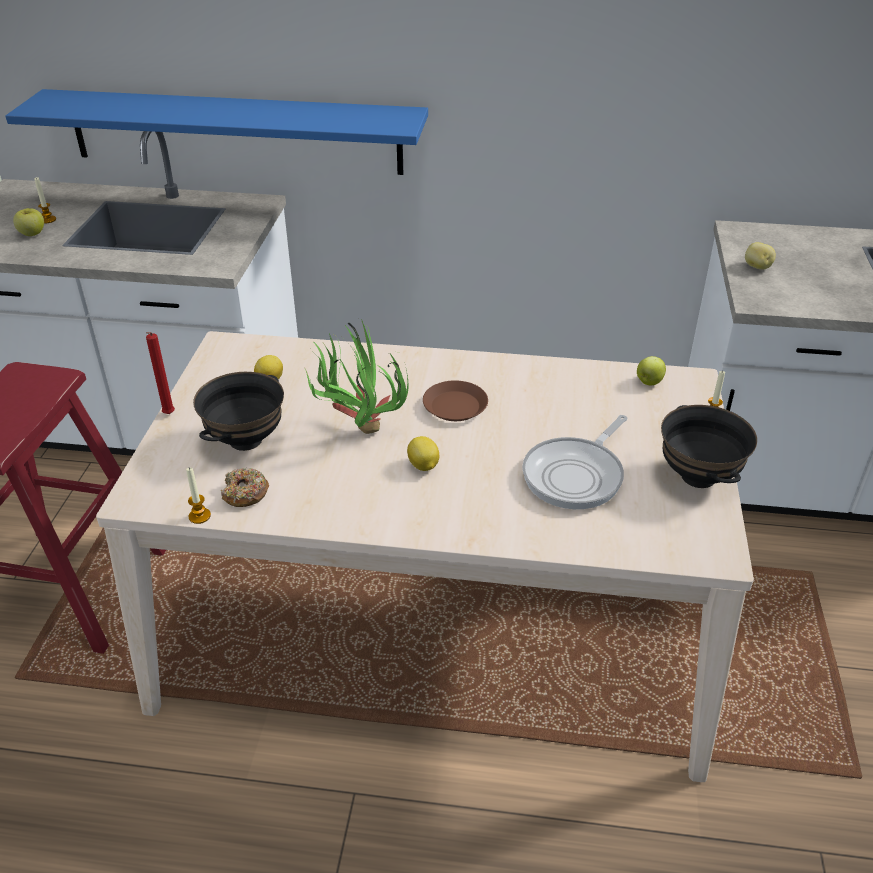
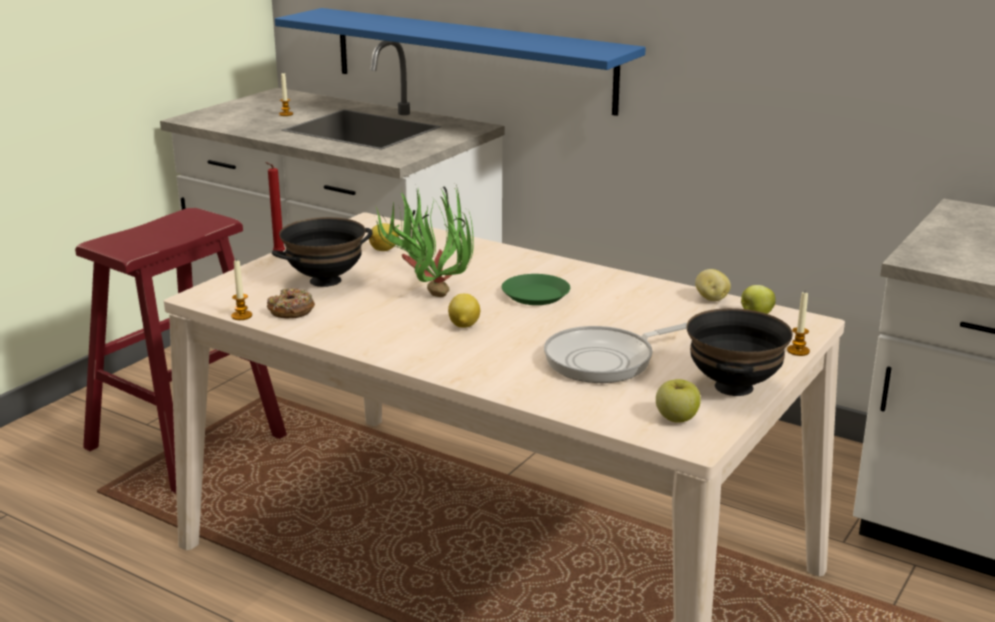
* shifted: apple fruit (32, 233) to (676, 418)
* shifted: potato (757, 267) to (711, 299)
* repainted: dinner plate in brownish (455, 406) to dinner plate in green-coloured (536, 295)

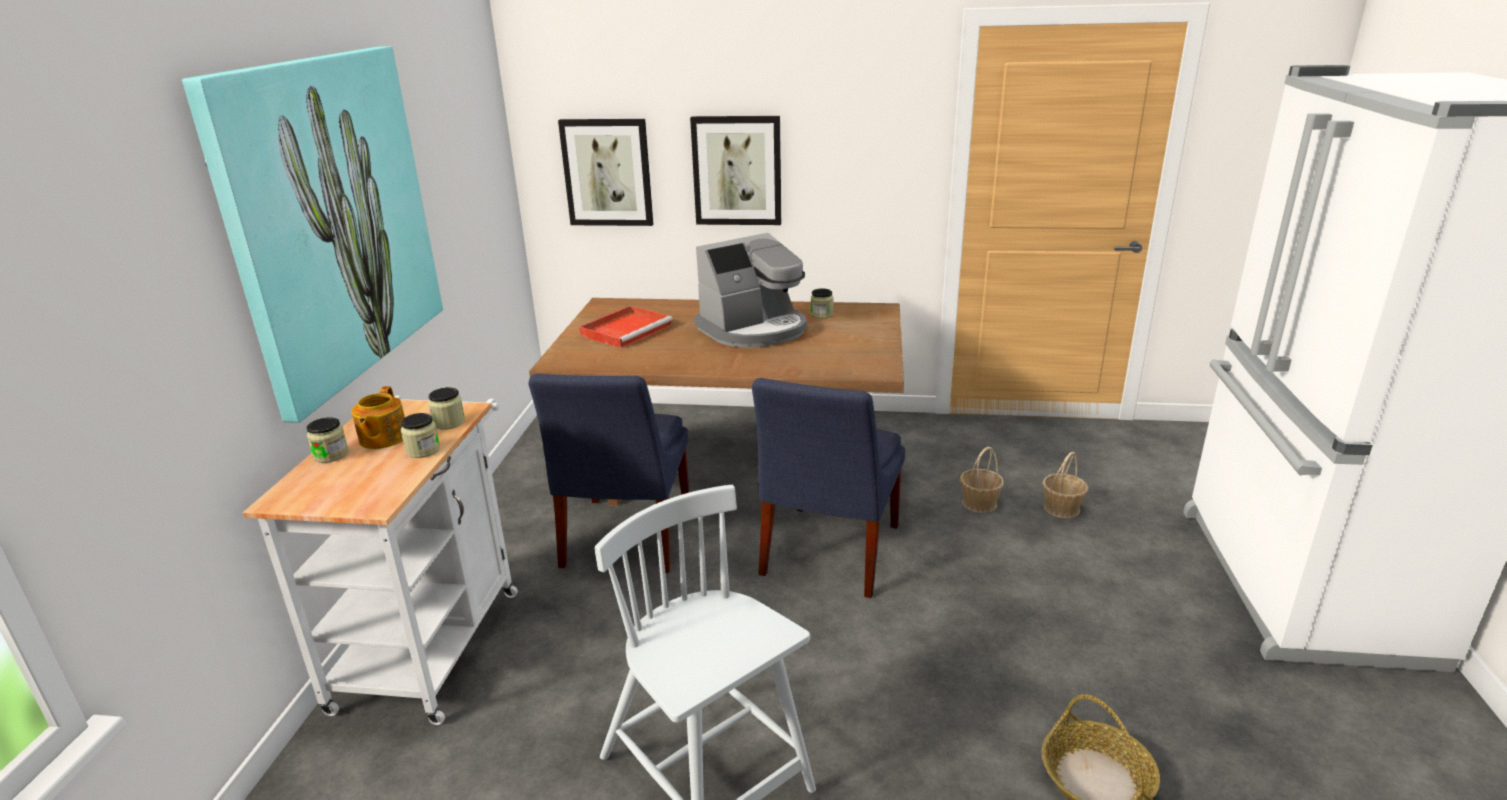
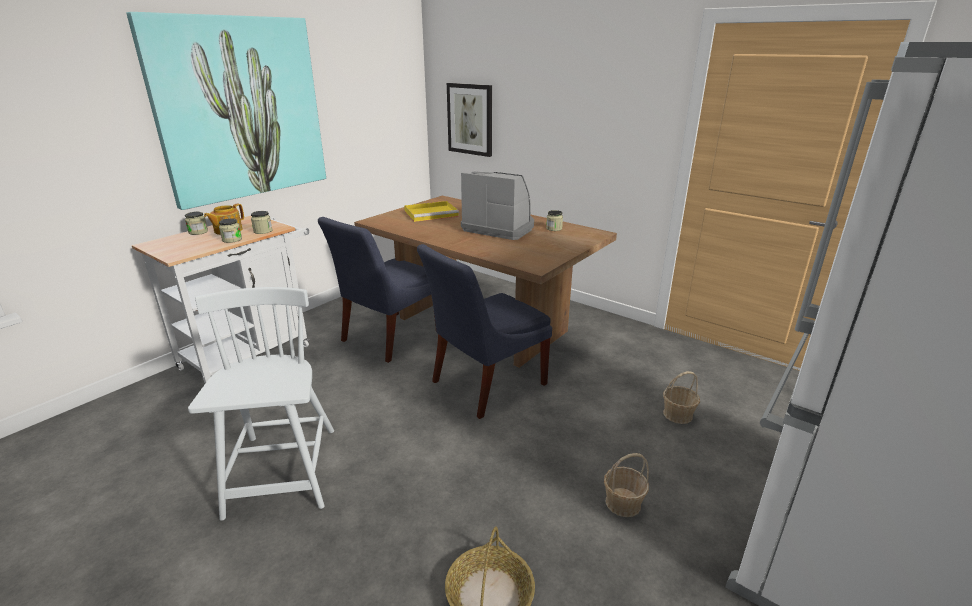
* gone: wall picture (737, 171)
* rotated: coffee machine (754, 330) = (499, 228) 150 degrees counterclockwise
* repainted: tray in red-coloured (627, 330) to tray in yellowish (432, 213)
* shifted: storage basket (979, 503) to (622, 503)

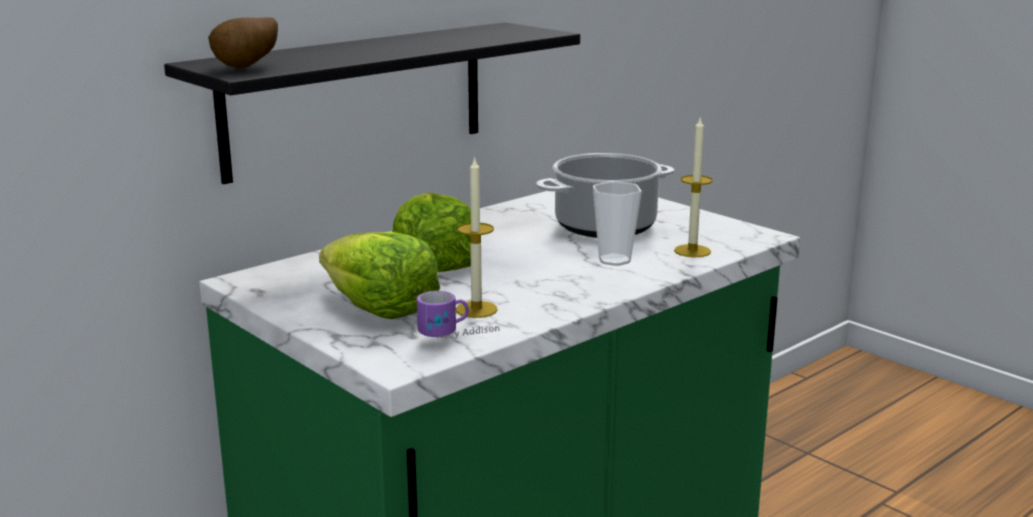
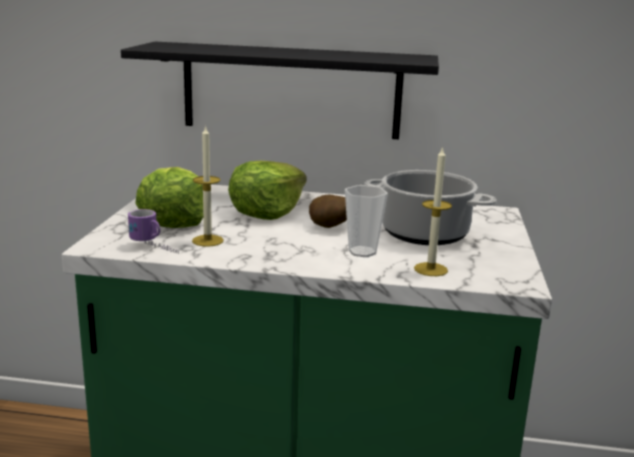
* shifted: potato (247, 68) to (330, 228)

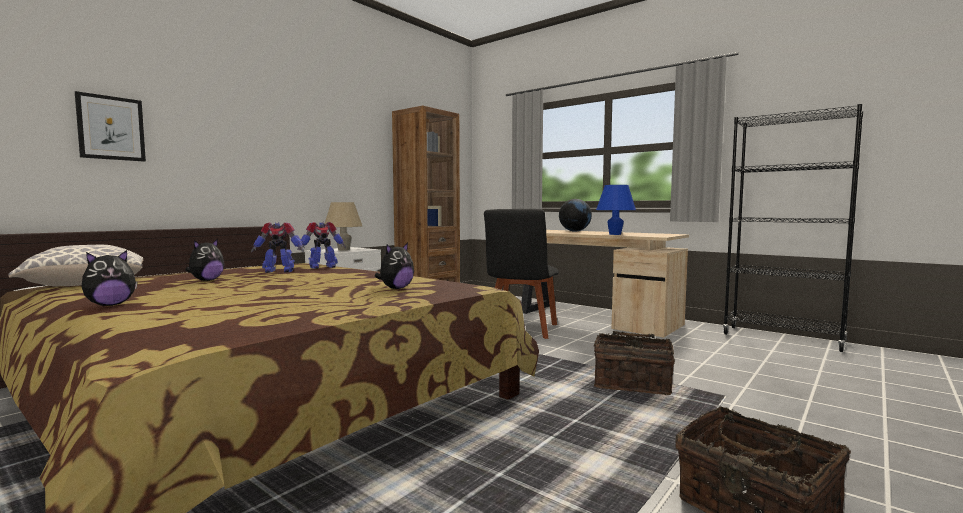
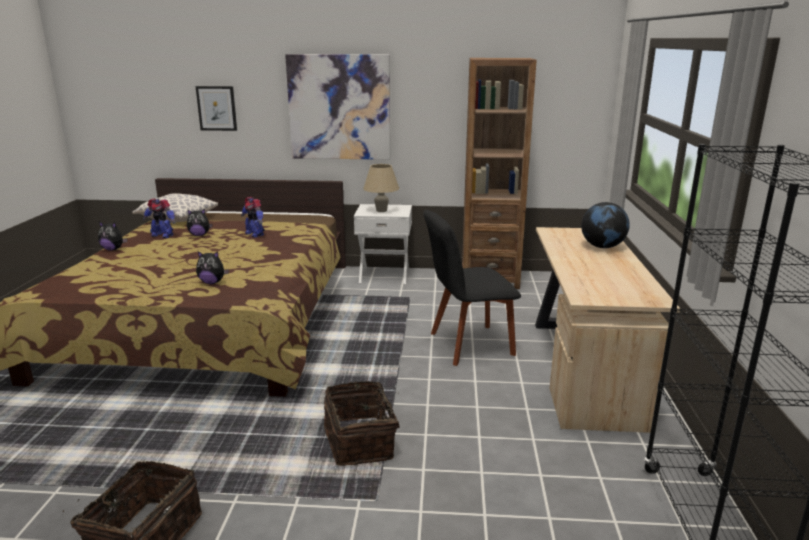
* gone: lamp for a table in bluish (615, 234)
* shifted: model robot (322, 267) to (162, 235)
* new: wall picture (339, 107)

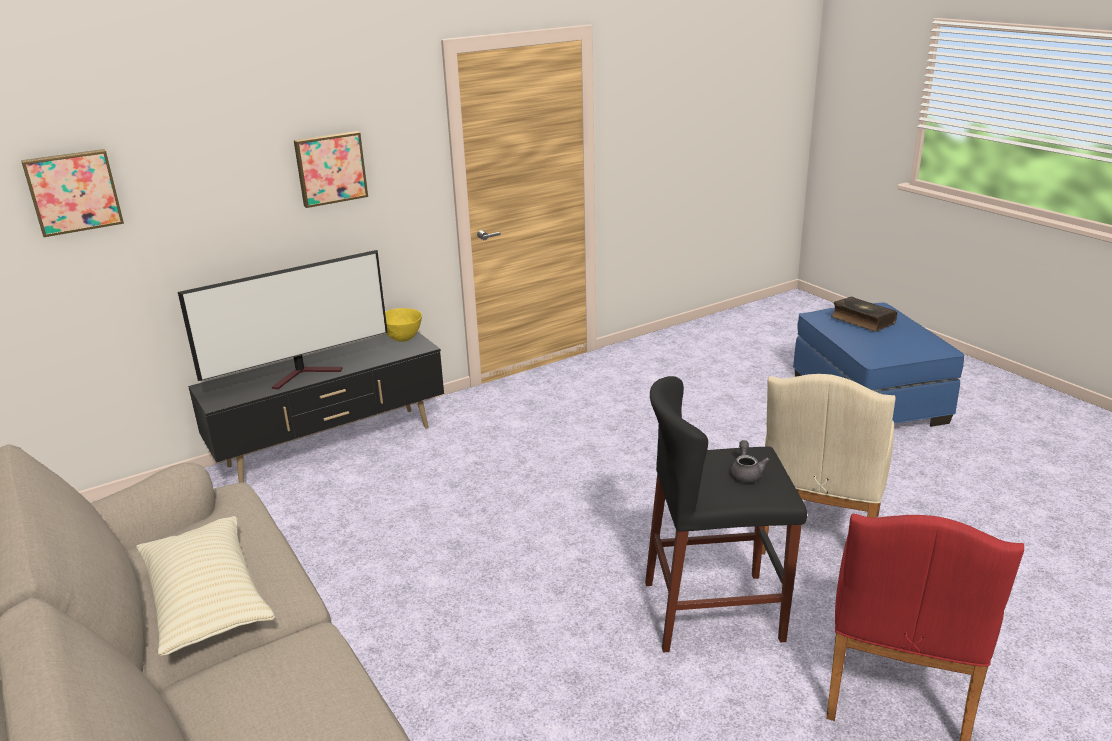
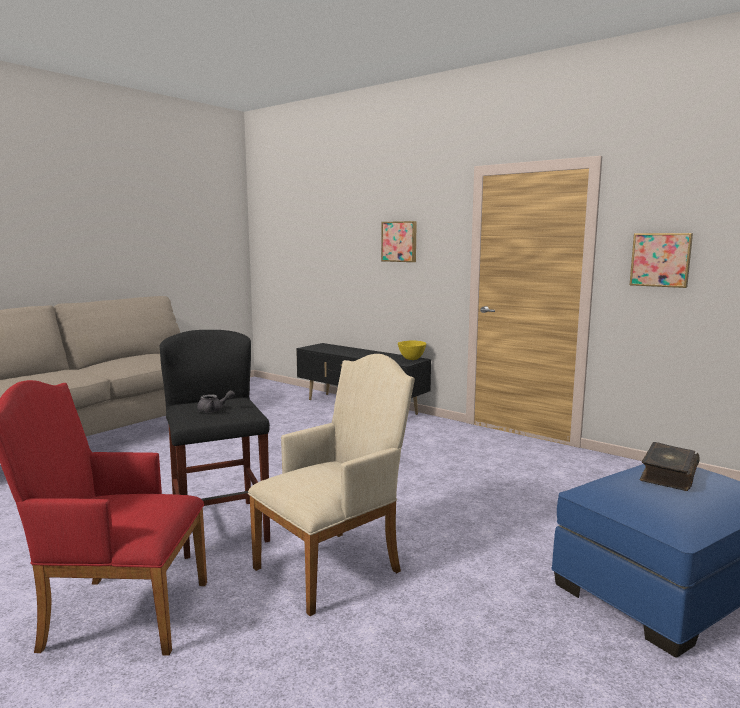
* shifted: wall picture (73, 192) to (661, 259)
* gone: television (306, 374)
* rotated: armchair in sand-coloured (818, 538) = (335, 566) 135 degrees clockwise
* gone: cushion in sand-coloured (207, 601)

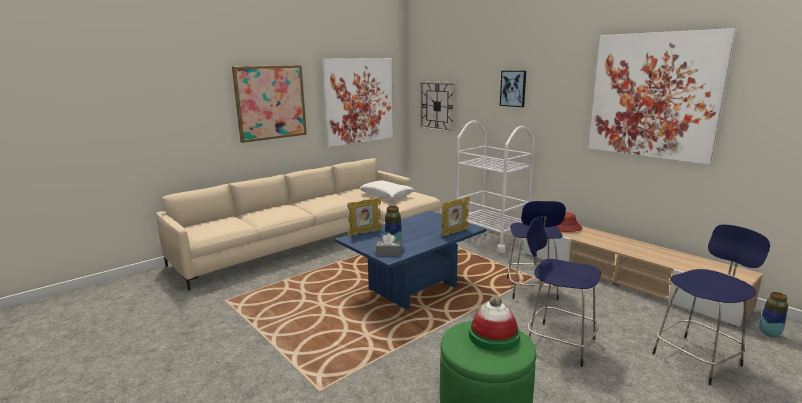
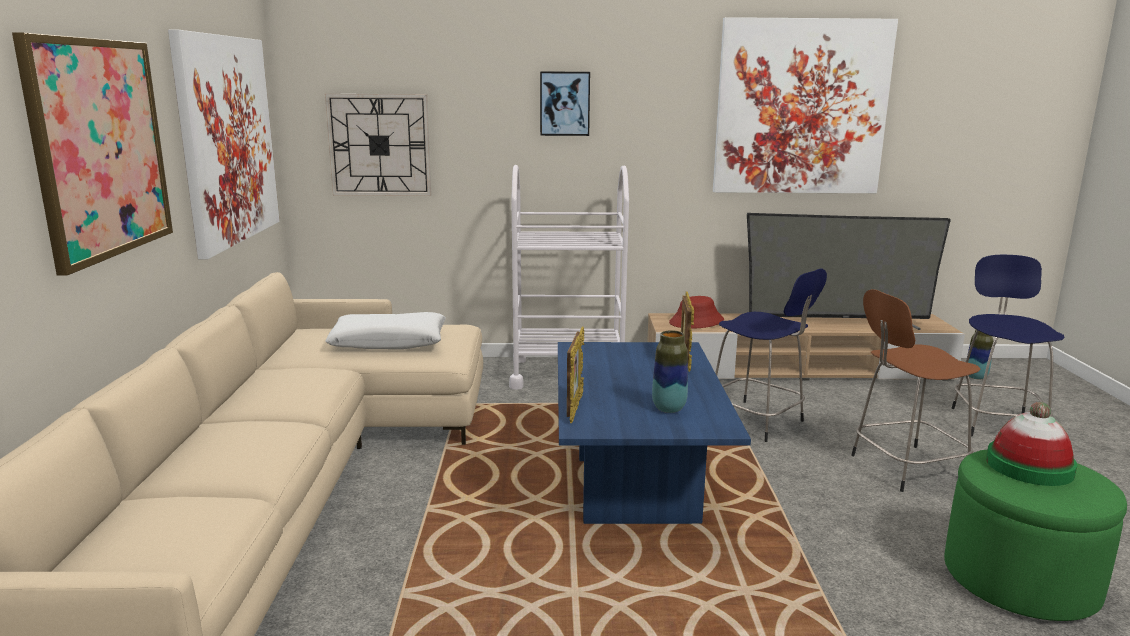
* repainted: sitting stool in bluish (558, 342) to sitting stool in brownish (905, 468)
* gone: box of tissues in gray (388, 253)
* new: television (837, 323)

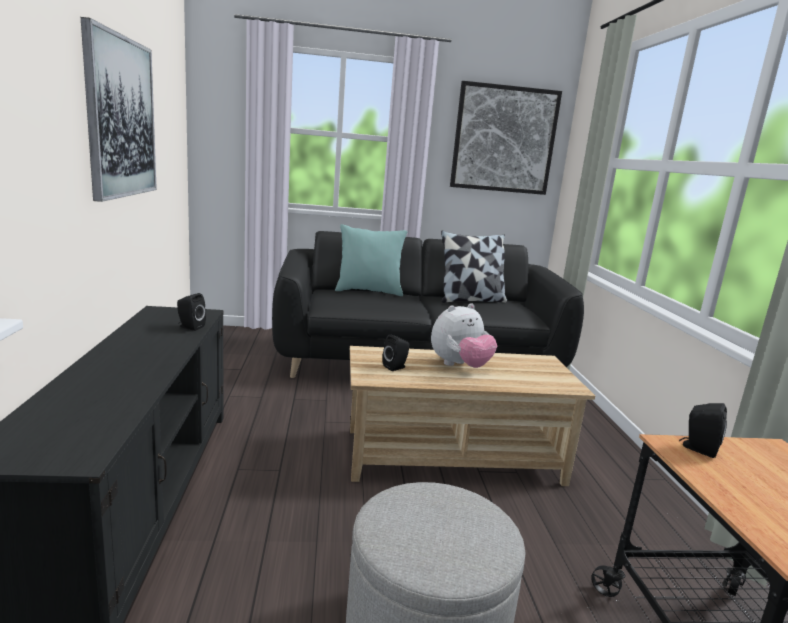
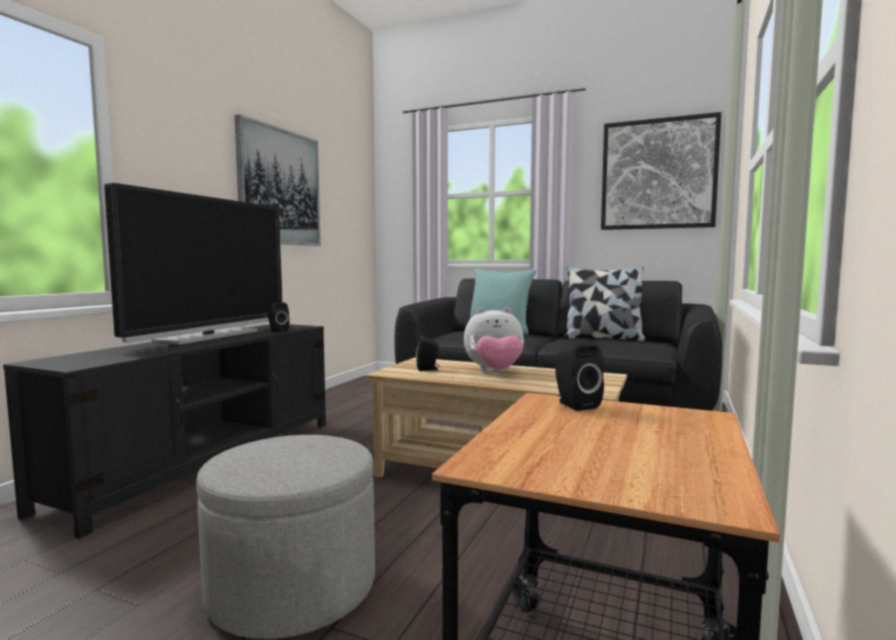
* new: television (209, 336)

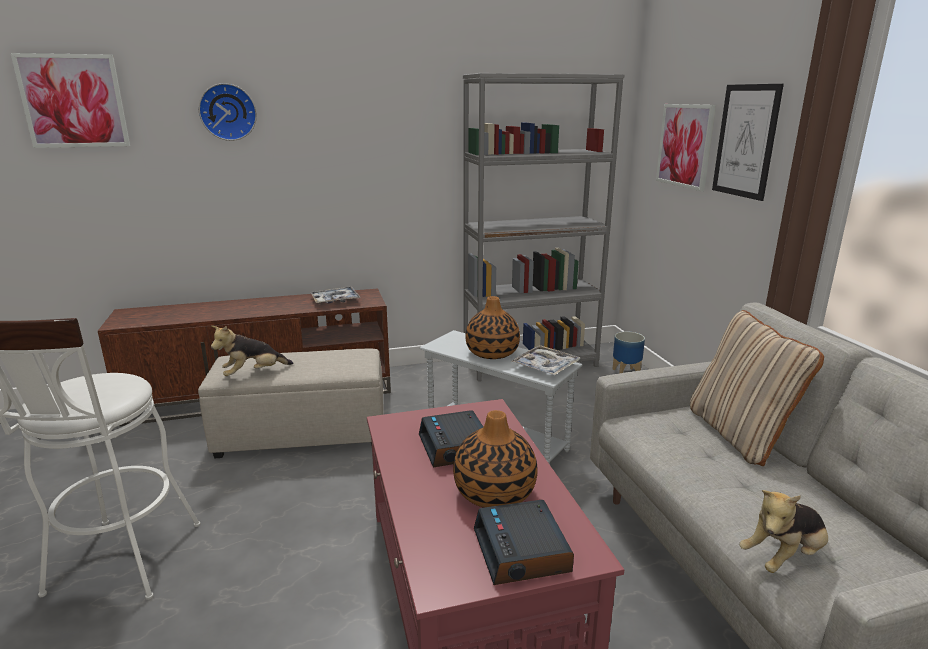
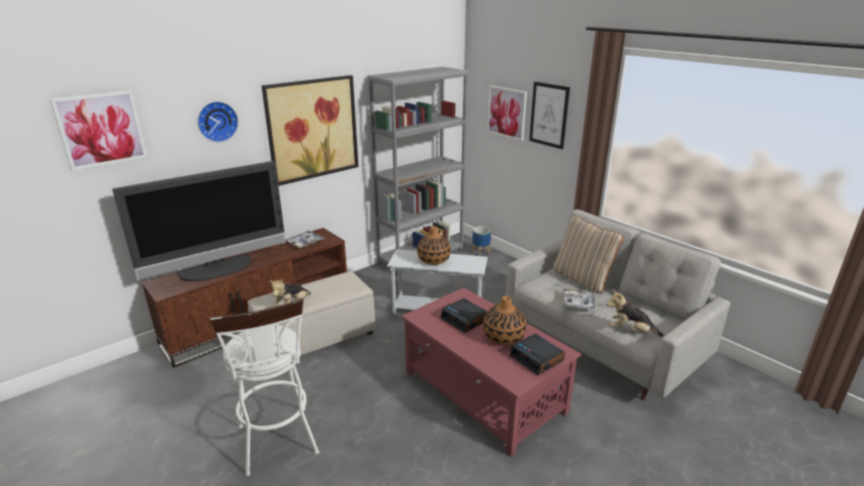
* shifted: tray (546, 366) to (578, 303)
* rotated: cuddly toy (783, 557) = (630, 331) 75 degrees clockwise
* new: wall picture (312, 129)
* new: television (217, 269)

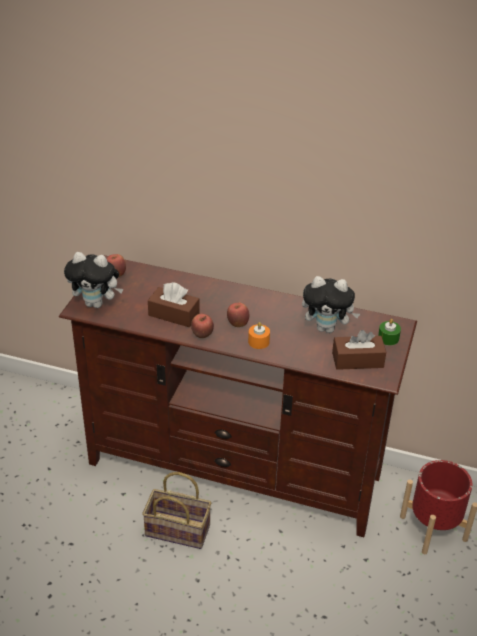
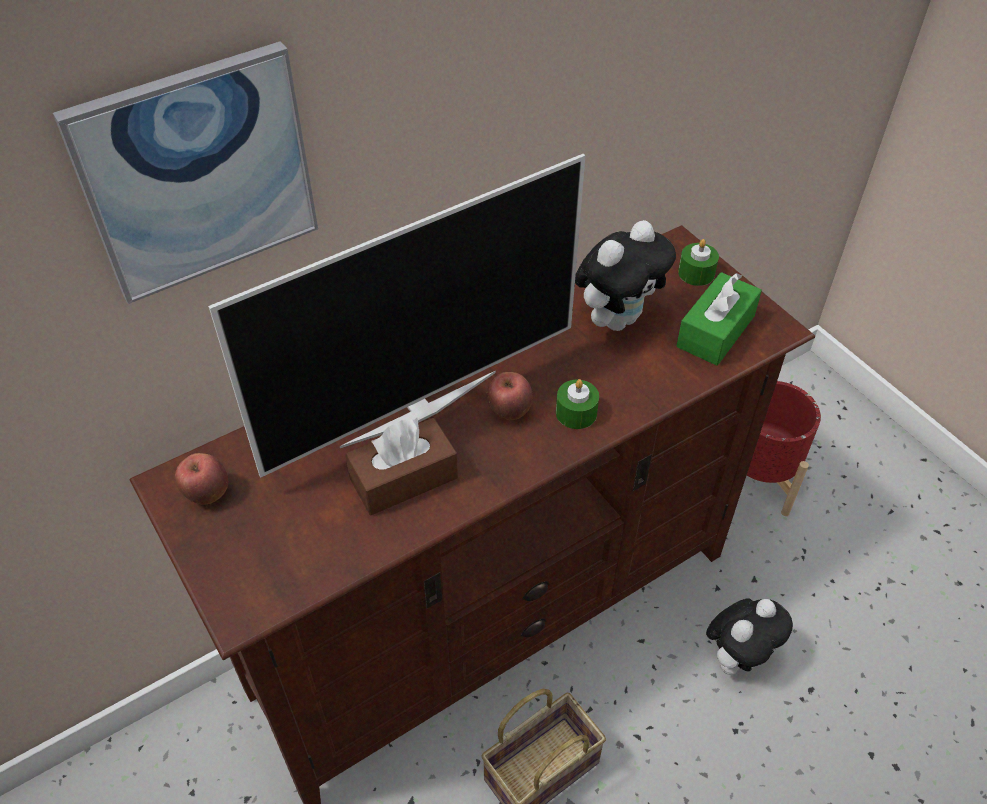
* shifted: cuddly toy (96, 303) to (738, 656)
* gone: apple fruit (202, 335)
* repainted: wax candle in orange-coloured (258, 341) to wax candle in green-coloured (576, 413)
* repainted: box of tissues in brownish (357, 360) to box of tissues in green-coloured (715, 331)
* new: wall picture (198, 173)
* new: television (418, 407)

